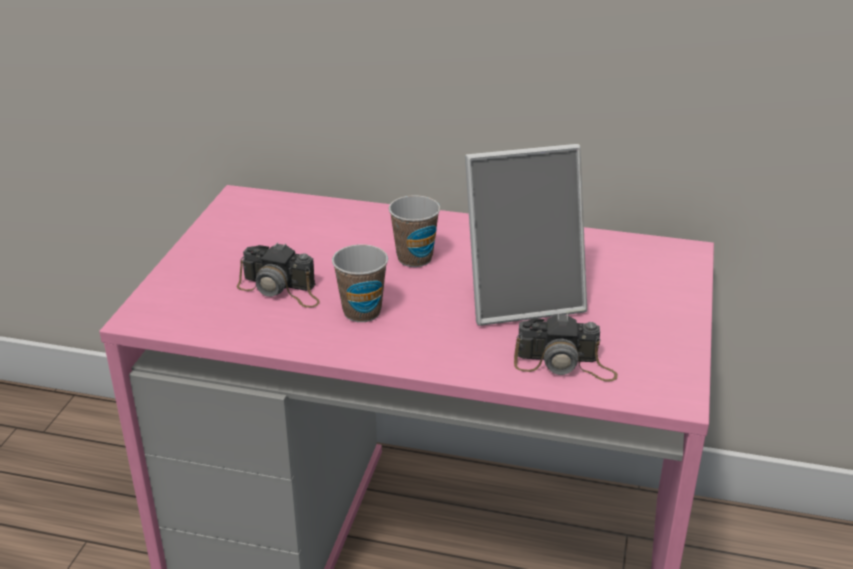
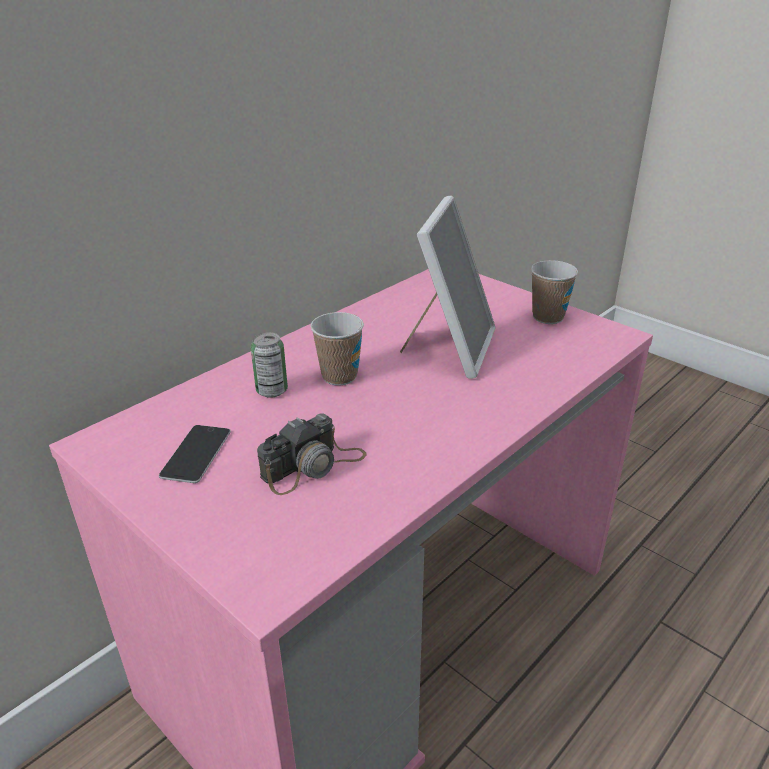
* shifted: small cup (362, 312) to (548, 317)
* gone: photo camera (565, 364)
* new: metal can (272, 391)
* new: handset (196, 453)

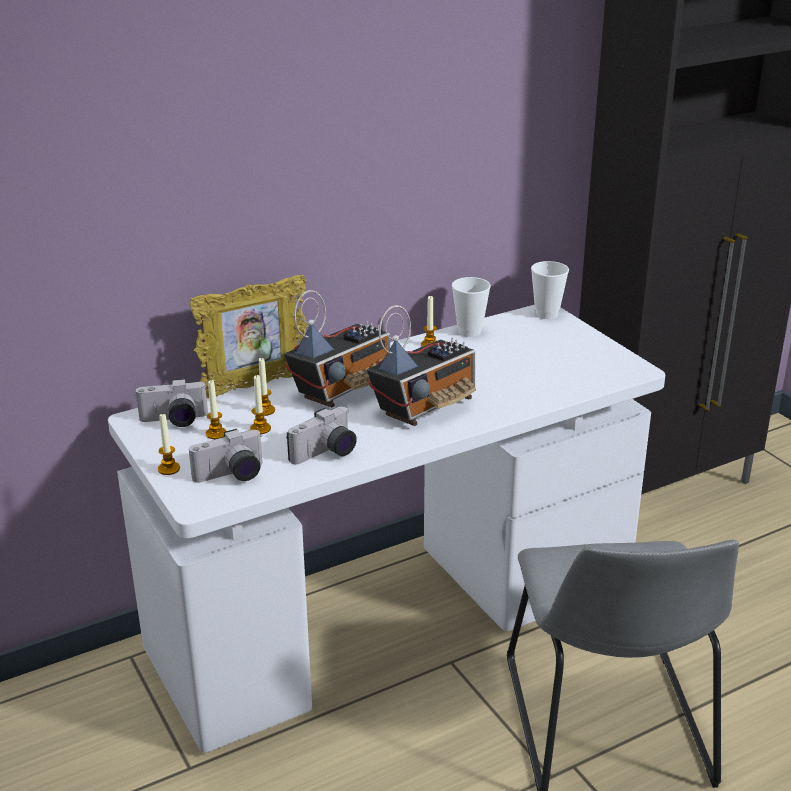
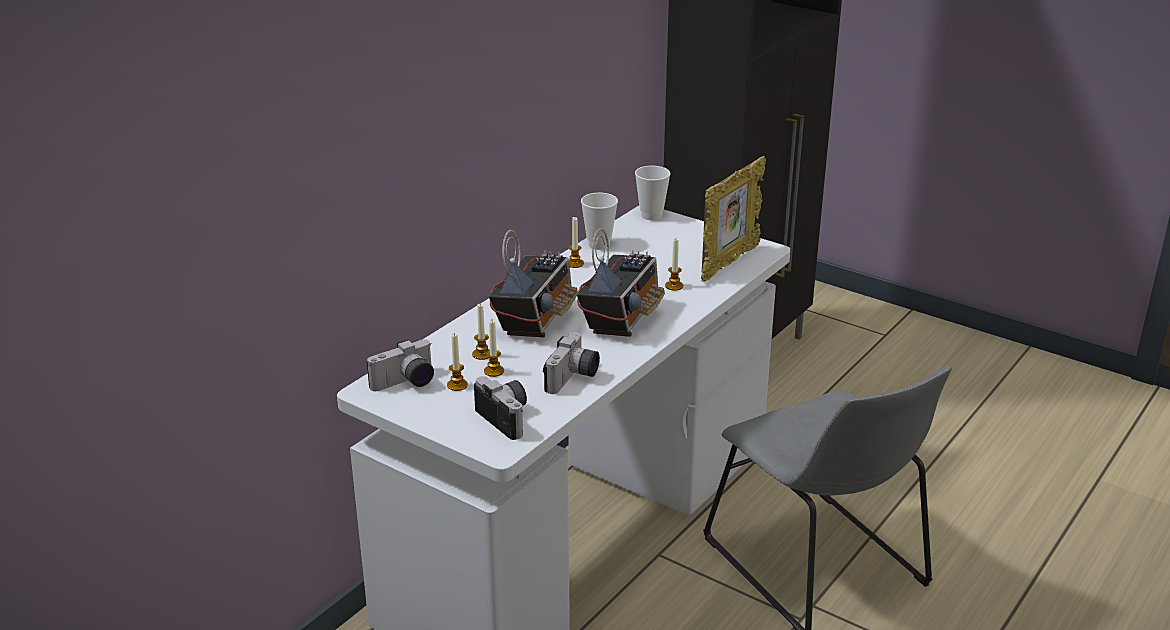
* shifted: photo frame (255, 386) to (729, 263)
* shifted: wax candle (169, 469) to (674, 286)
* rotated: photo camera (231, 476) = (508, 418) 75 degrees counterclockwise

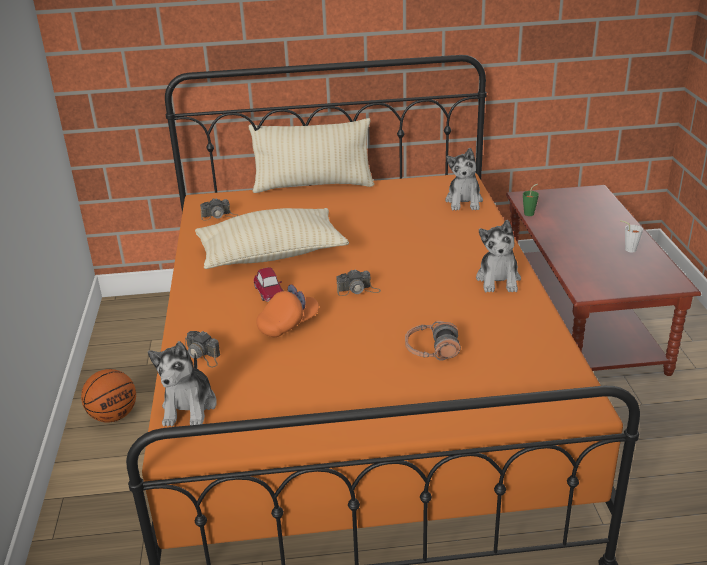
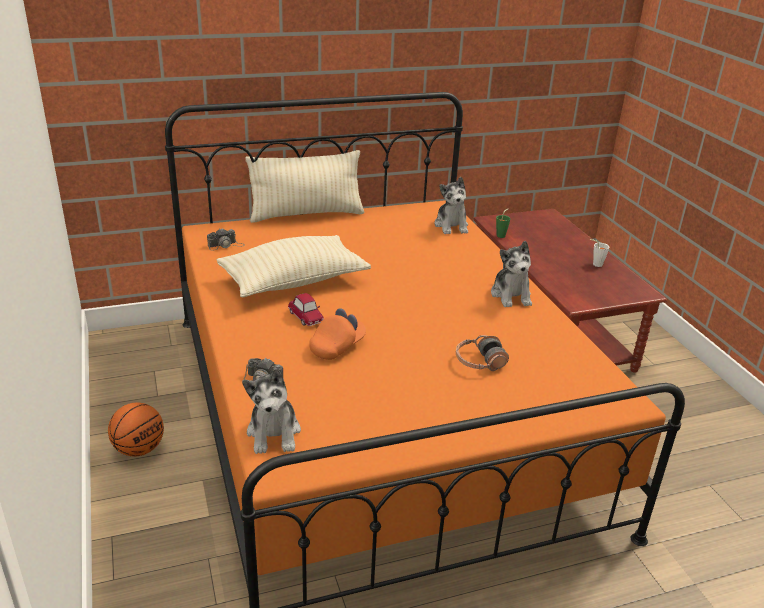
* gone: photo camera (358, 290)

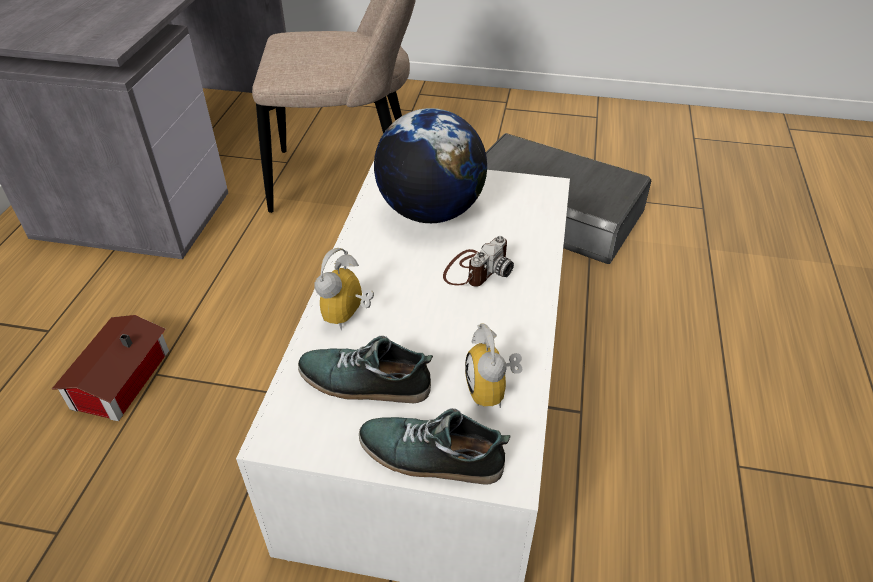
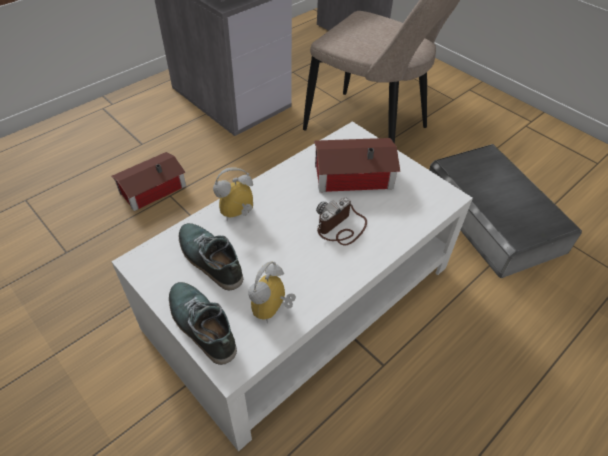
* swapped: desk globe (430, 211) to toy house (350, 174)
* rotated: photo camera (476, 269) = (341, 227) 150 degrees clockwise

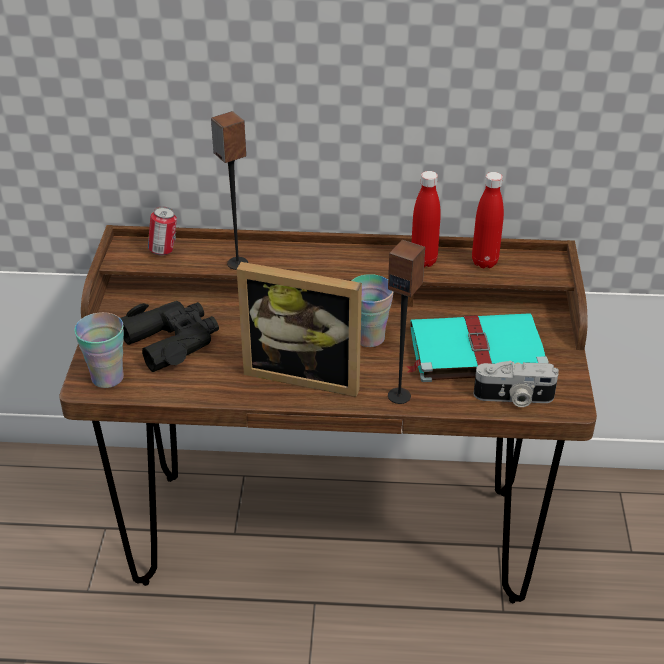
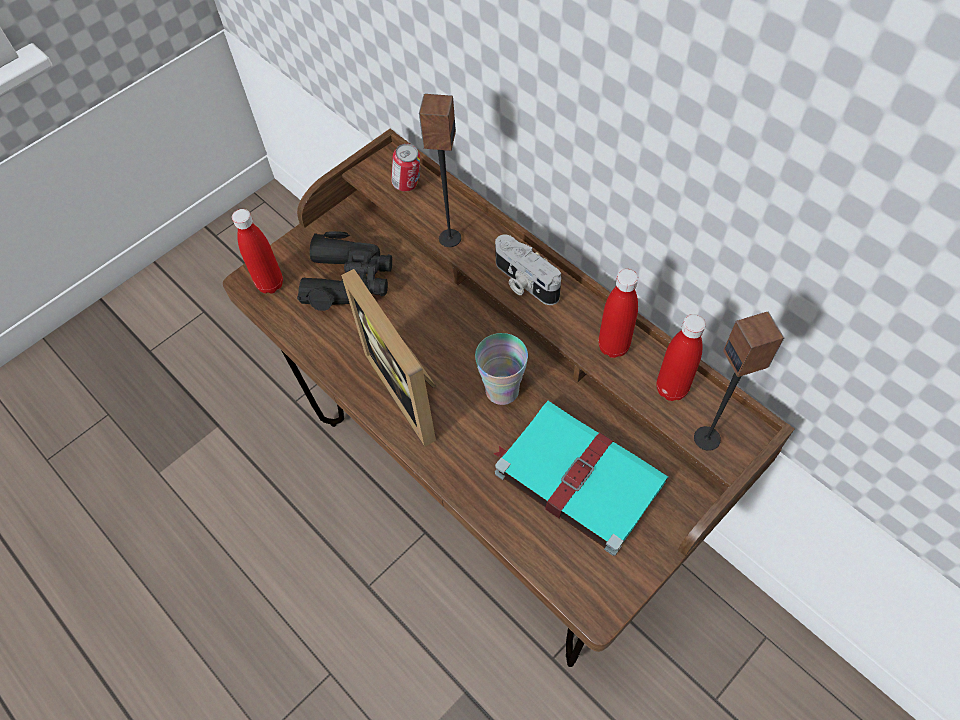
* shifted: audio speaker (399, 395) to (707, 438)
* swapped: small cup (107, 377) to bottle in red-coloured (270, 284)
* shifted: photo camera (514, 398) to (524, 282)

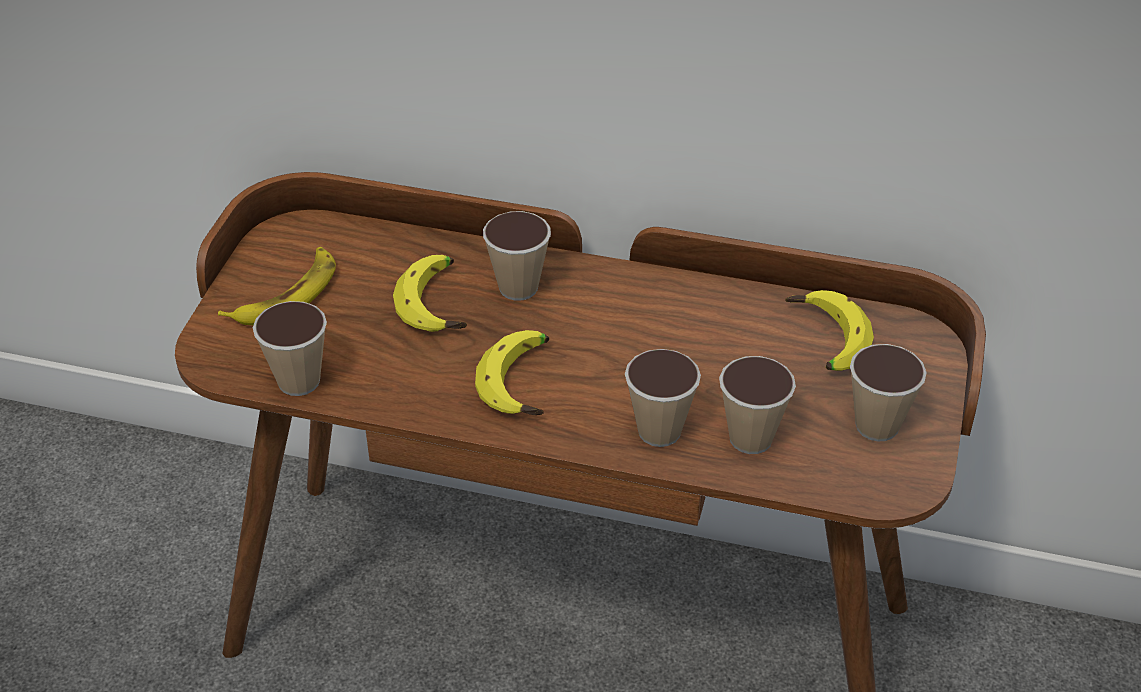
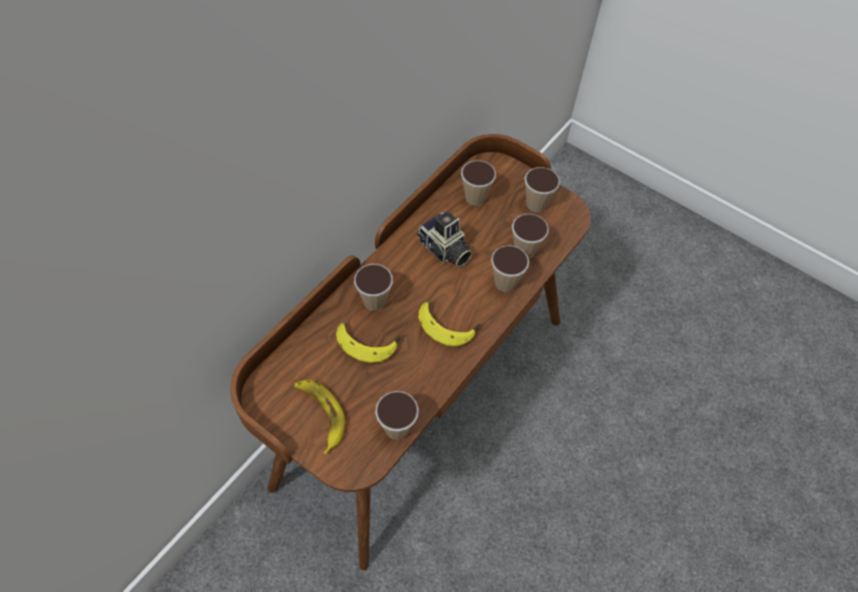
* swapped: whole banana (824, 340) to small cup (475, 197)
* new: photo camera (444, 250)

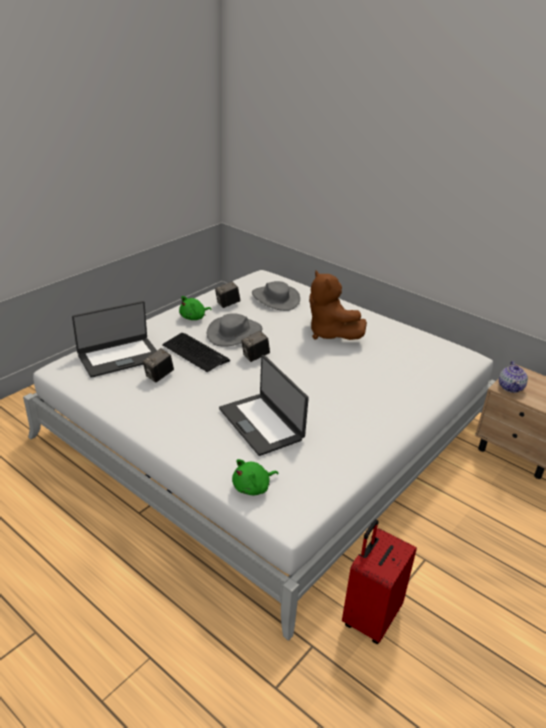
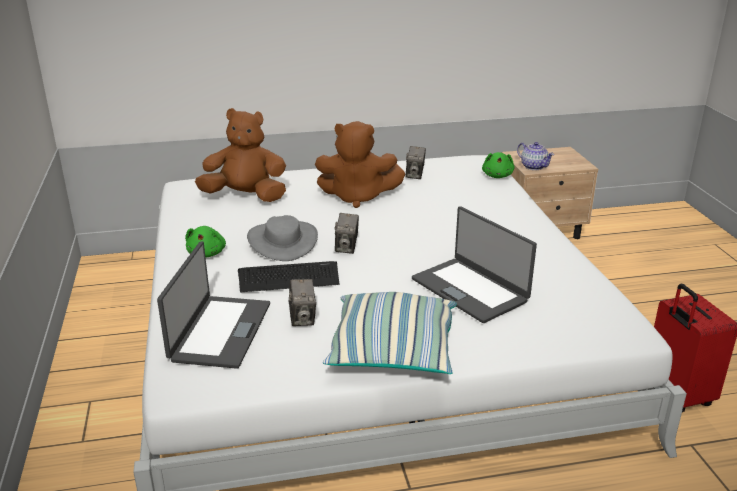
* shifted: photo camera (227, 304) to (415, 175)
* swapped: clothing hat in gray (275, 298) to cuddly toy in brownish (246, 196)
* rotated: laptop (261, 423) = (470, 289) 45 degrees clockwise
* shifted: cuddly toy in green-coloured (253, 487) to (497, 176)
* new: cushion (393, 351)

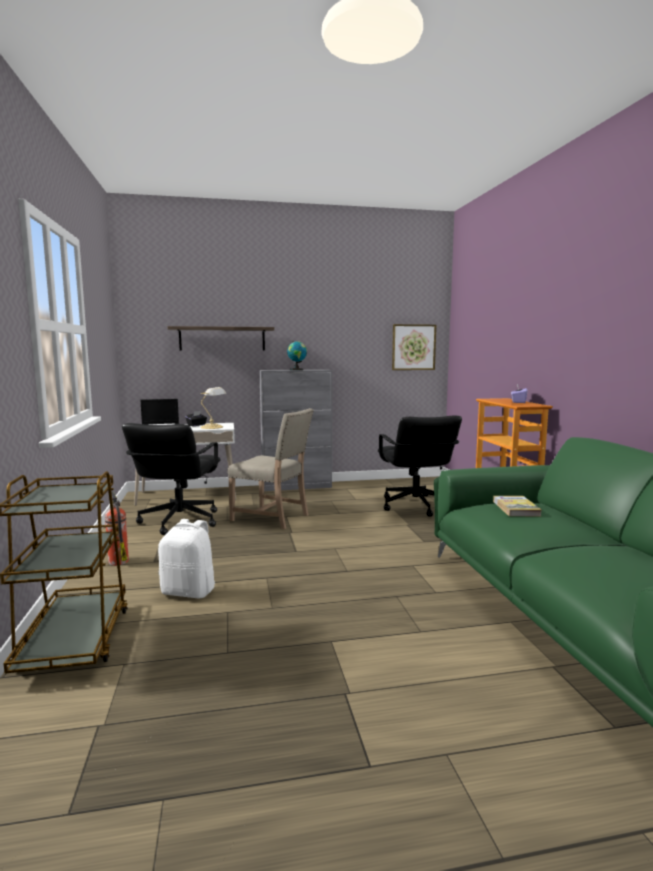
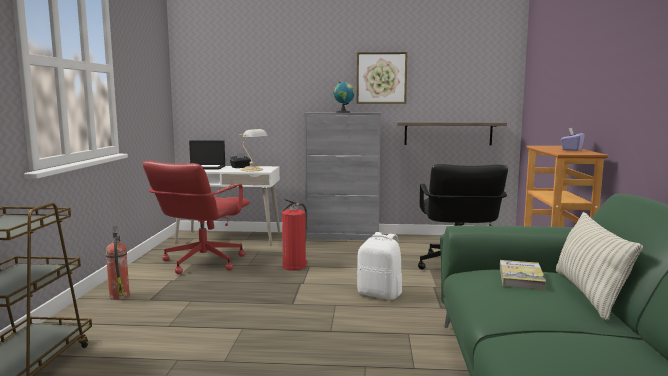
* shifted: wall picture (413, 347) to (381, 78)
* shifted: wall shelf (222, 338) to (448, 133)
* swapped: chair in sand-coloured (273, 517) to fire extinguisher (295, 266)
* repainted: computer chair in black (178, 521) to computer chair in red-coloured (202, 262)
* shifted: rucksack in white (189, 591) to (380, 294)
* new: cushion (588, 293)

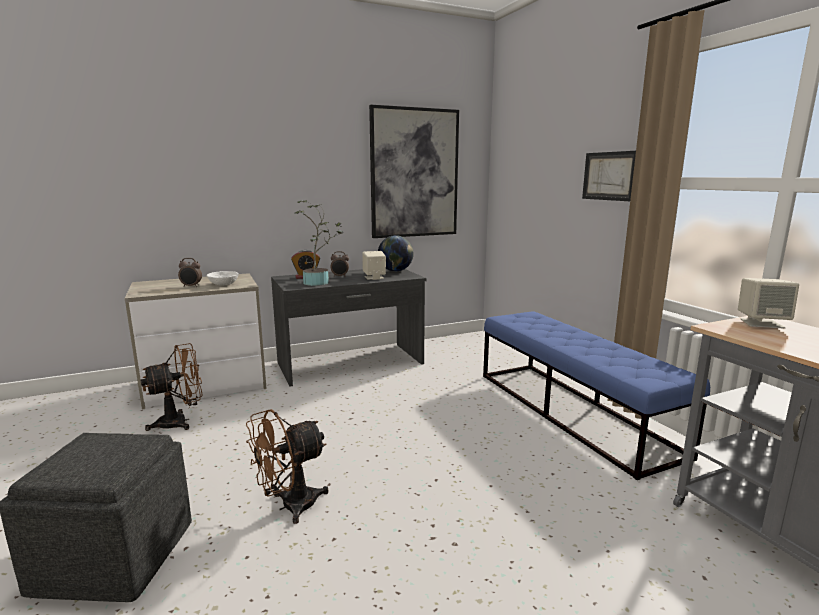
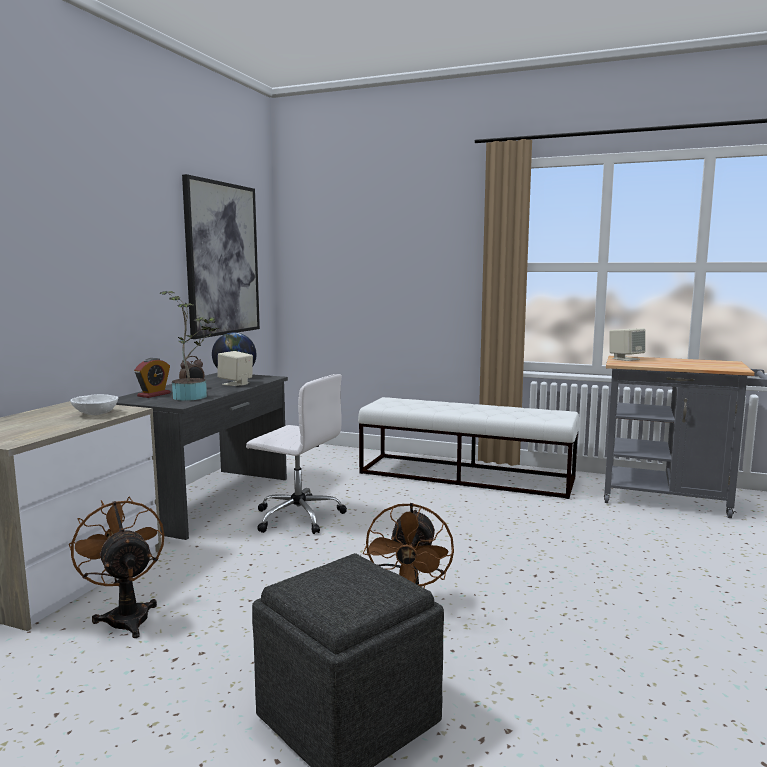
* gone: wall picture (609, 176)
* gone: alarm clock (191, 286)
* repainted: indoor bench in bluish (572, 411) to indoor bench in white (466, 475)
* rotated: cooling fan in brownish (180, 422) = (126, 616) 45 degrees counterclockwise
* new: computer chair in white (297, 516)

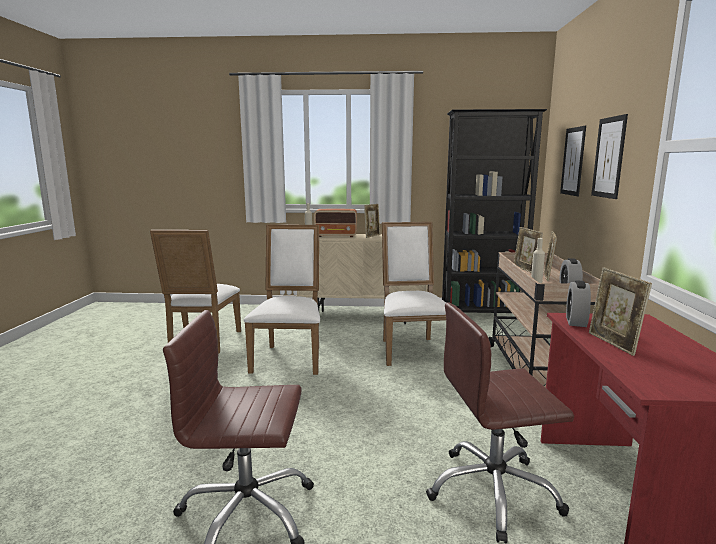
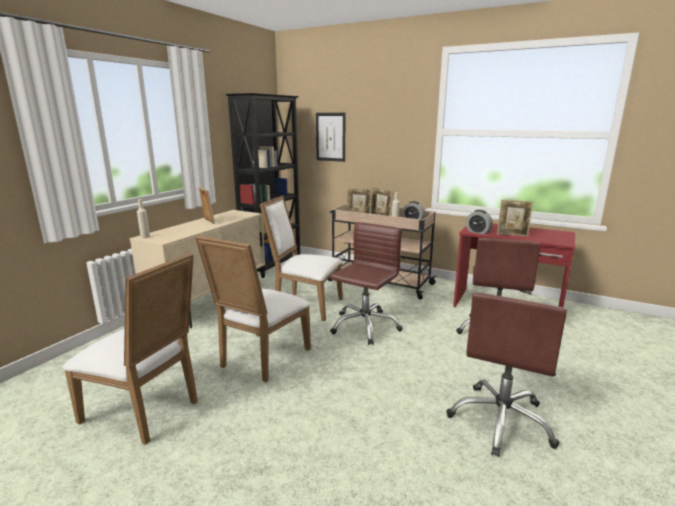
* gone: wall picture (609, 157)
* gone: radio set (336, 236)
* rotated: chair in white (290, 357) = (261, 359) 90 degrees counterclockwise
* new: computer chair in brownish (364, 326)

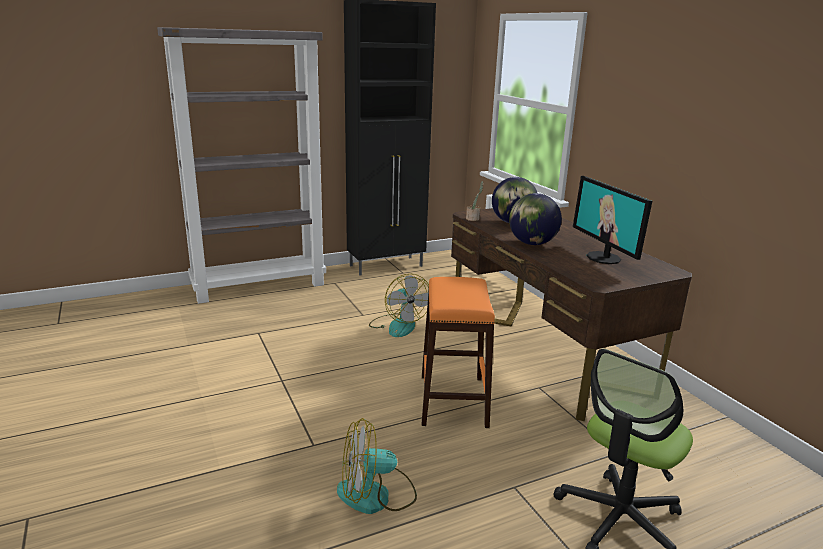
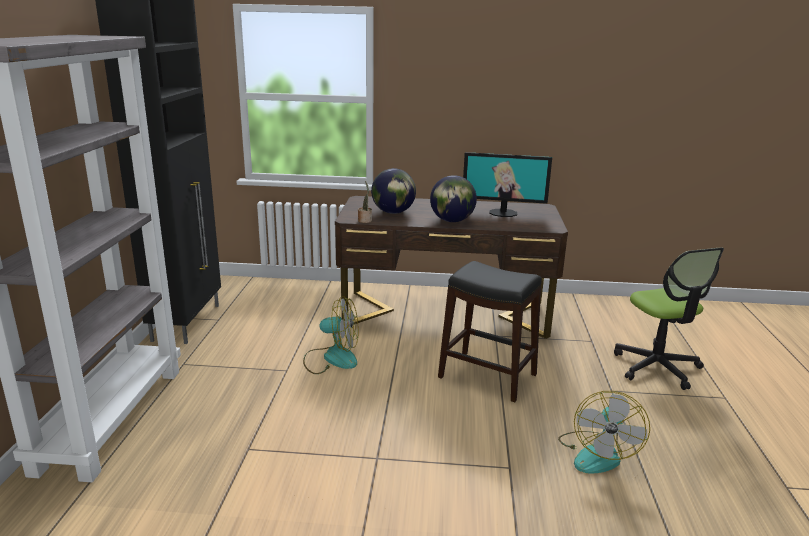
* repainted: sitting stool in orange-coloured (452, 400) to sitting stool in black (487, 376)

